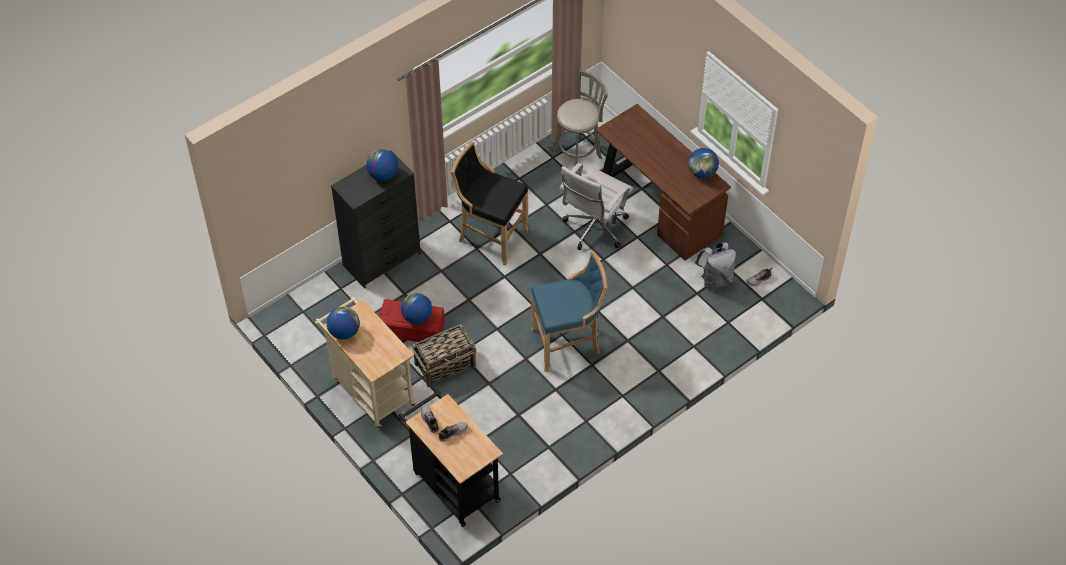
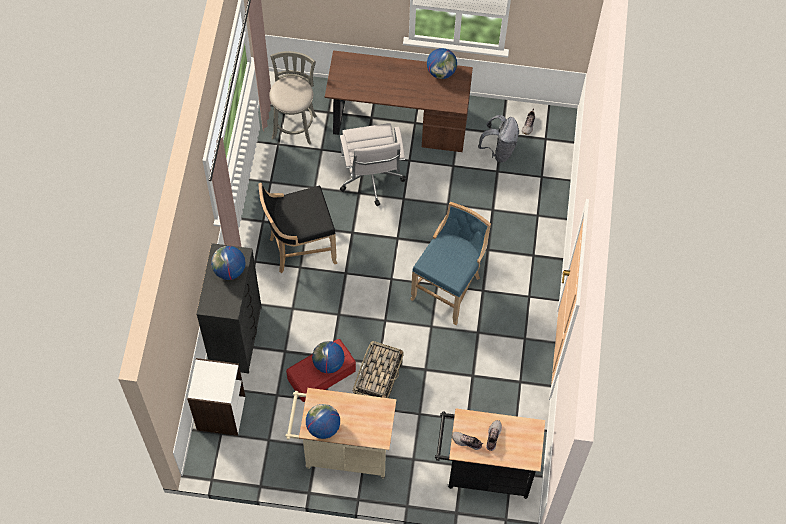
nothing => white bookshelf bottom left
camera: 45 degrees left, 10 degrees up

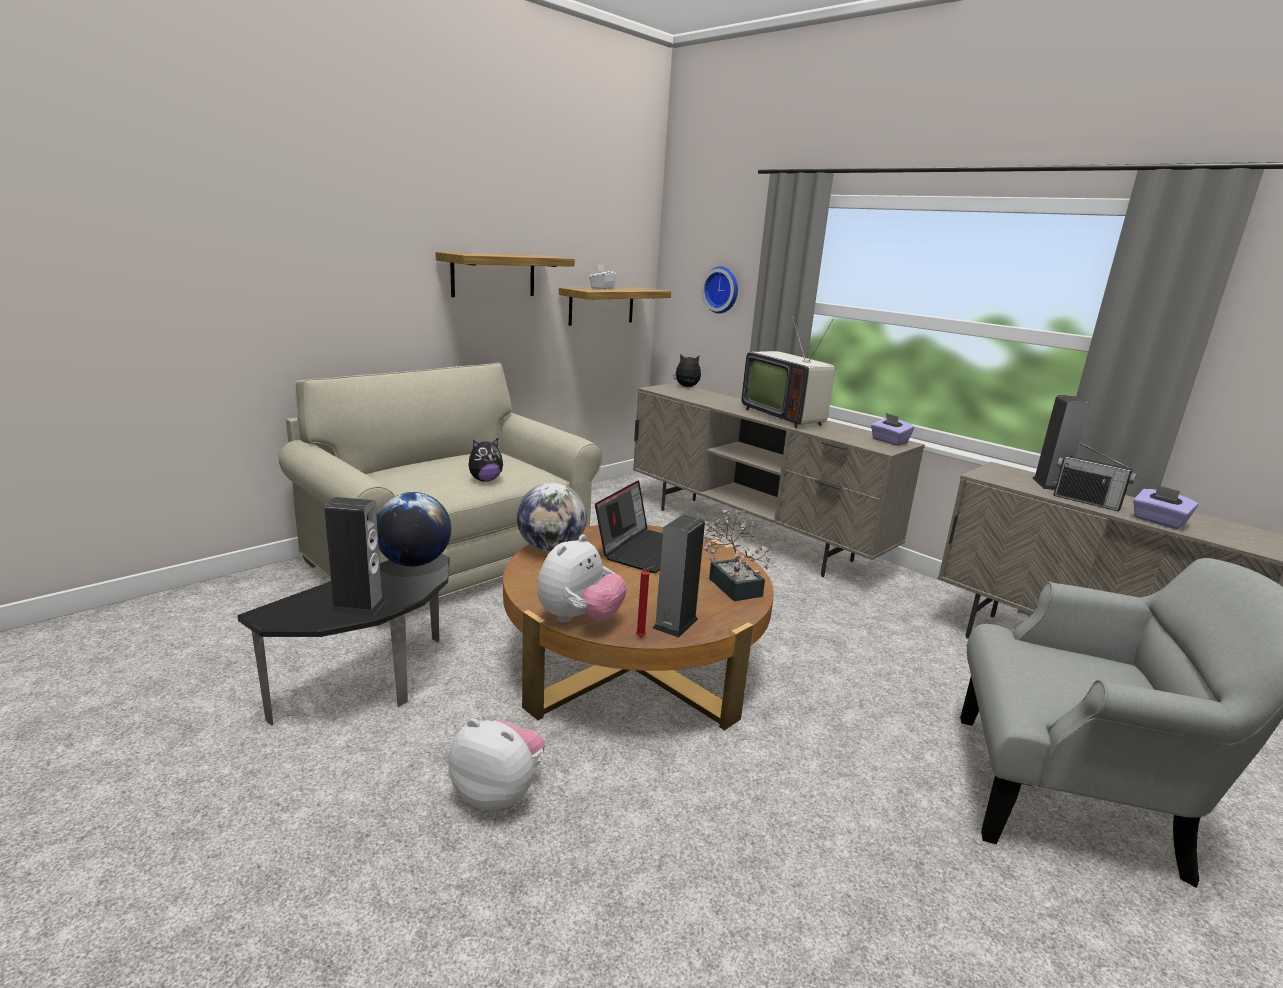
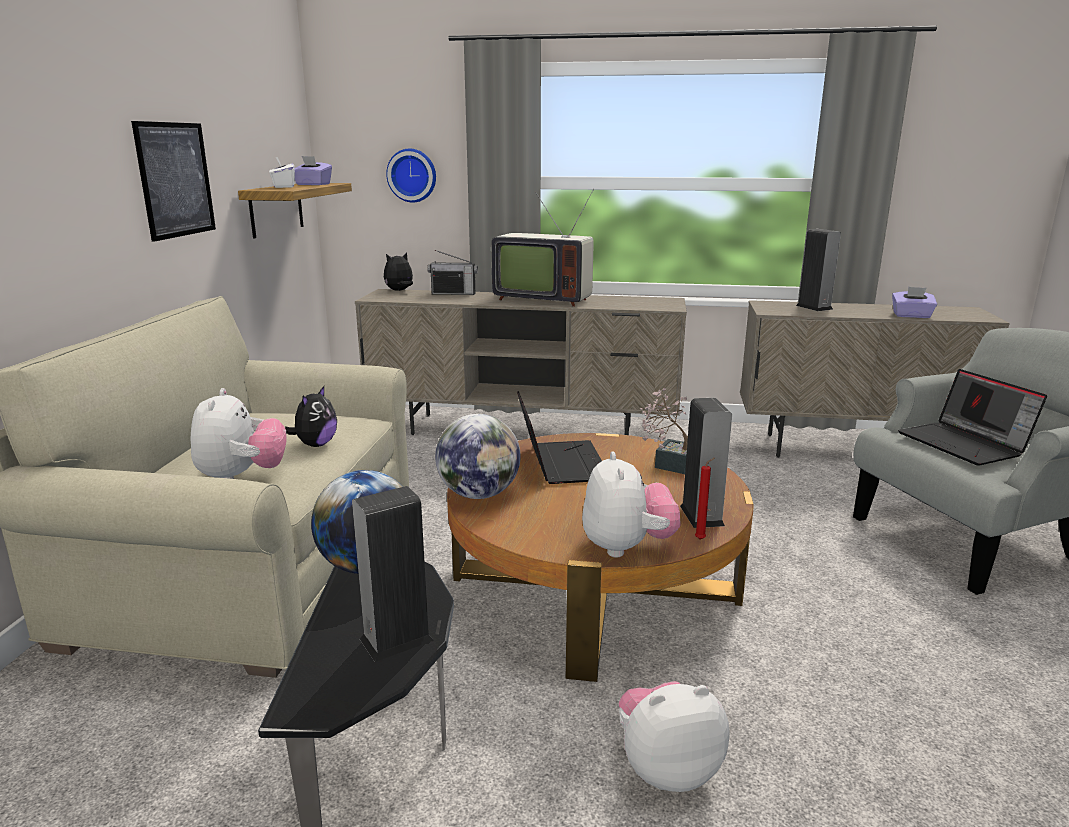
wall shelf (1st from left) top centre => picture top left
purple-coloured tissue box (1st from left) middle right => purple-coloured tissue box (1st from left) top left, move
radio set middle right => radio set top centre, move
nothing => soft toy (1st from left) middle left
nothing => laptop (2nd from left) middle right
camera: 35 degrees left, 0 degrees up

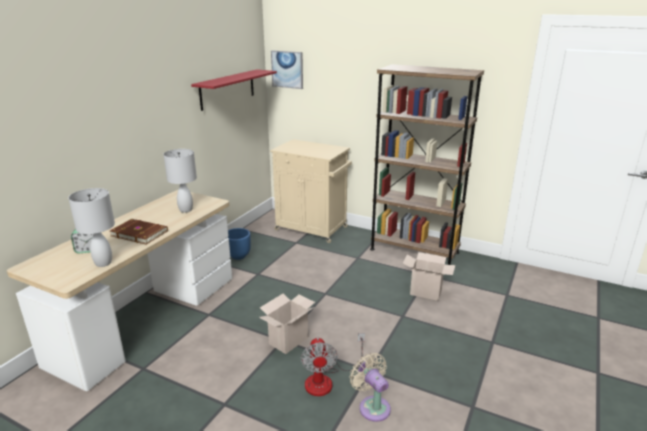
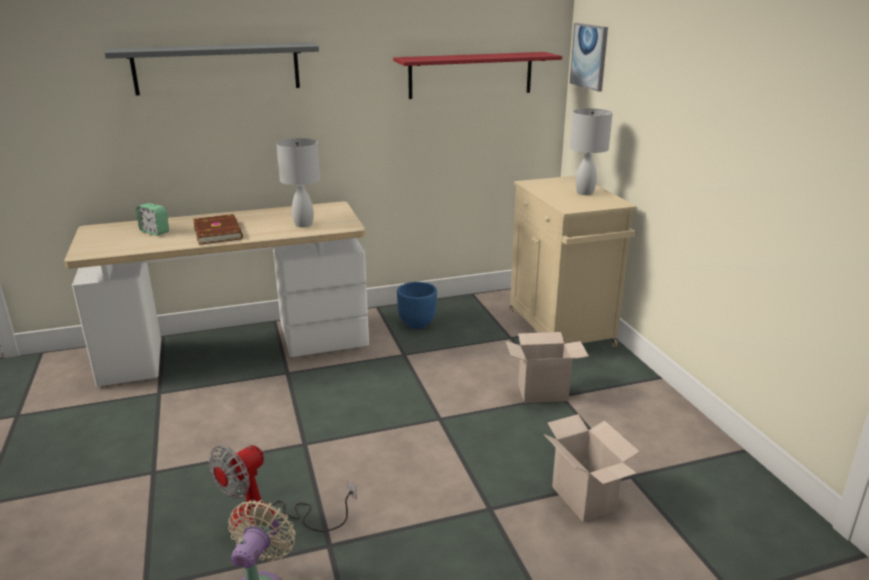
white tabletop lamp (1st from left in the first image) middle left => white tabletop lamp (2nd from left) top right, move
cardboard box (1st from left) bottom centre => cardboard box (1st from left) centre, move
brownish bookshelf centre => nothing
nothing => gray wall shelf top left
camera: 45 degrees right, 0 degrees up

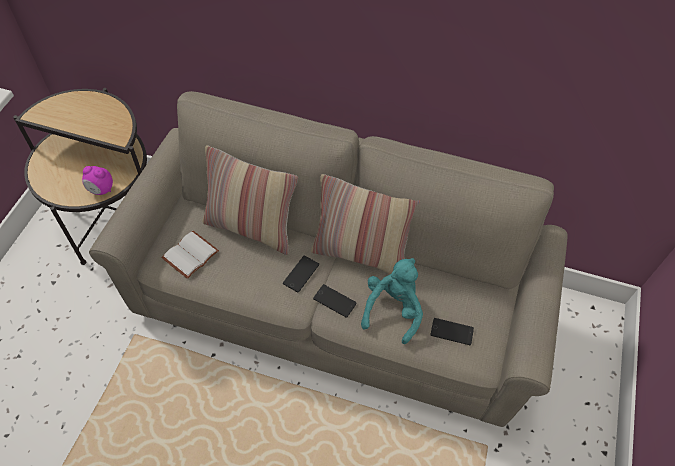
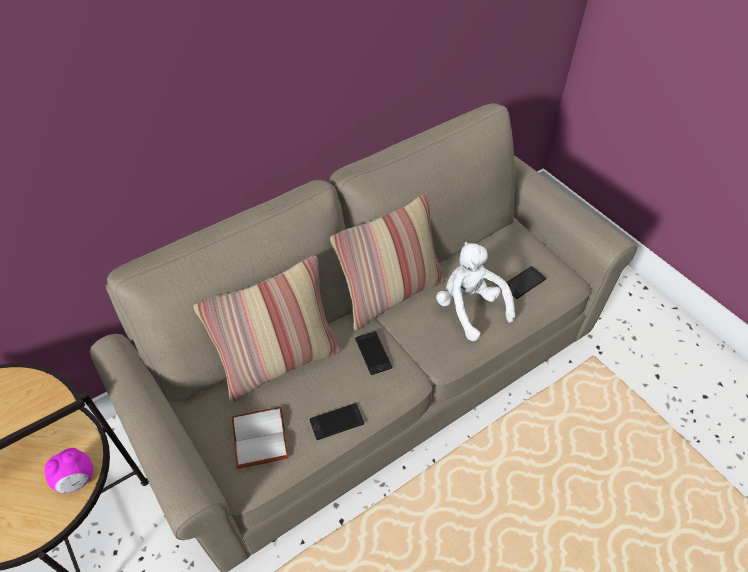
telephone (2nd from left in the first image) centre => telephone (1st from left) bottom centre, move
turquoise soft toy centre => white soft toy centre
camera: 50 degrees left, 5 degrees down

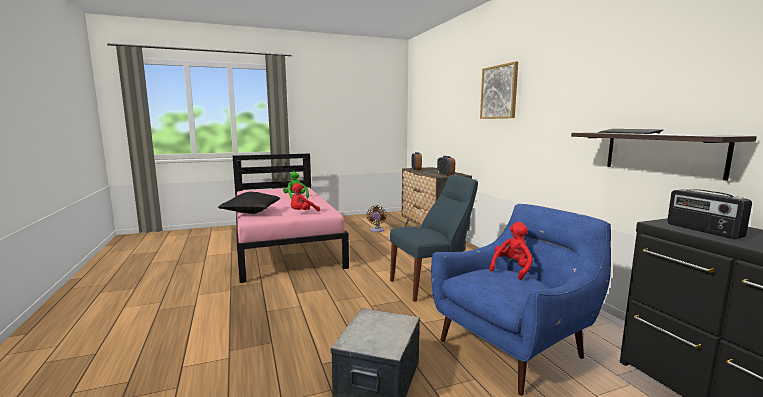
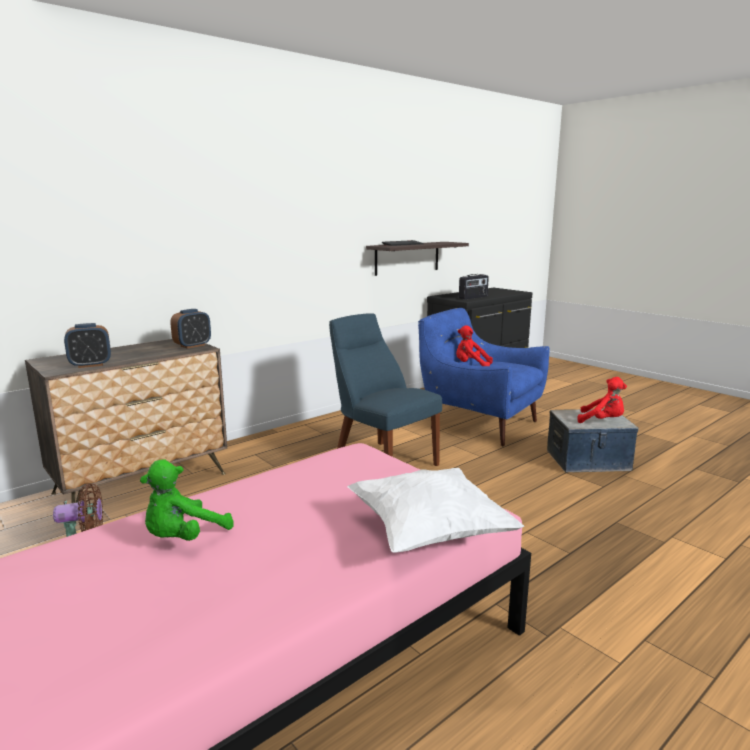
blackish cushion middle left => white cushion bottom centre
red-coloured soft toy (1st from left in the first image) centre => red-coloured soft toy (2nd from left) middle right, move
picture top centre => nothing
camera: 110 degrees left, 5 degrees up

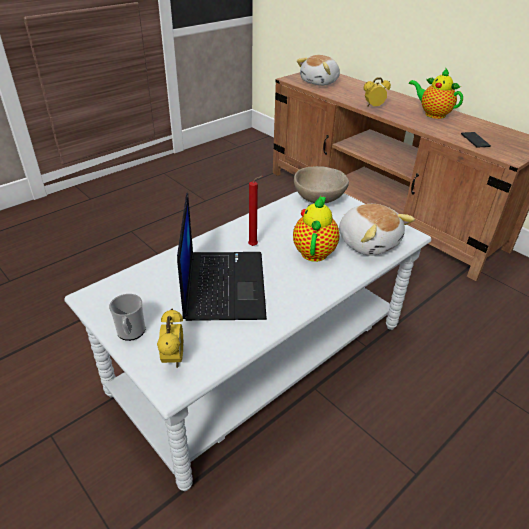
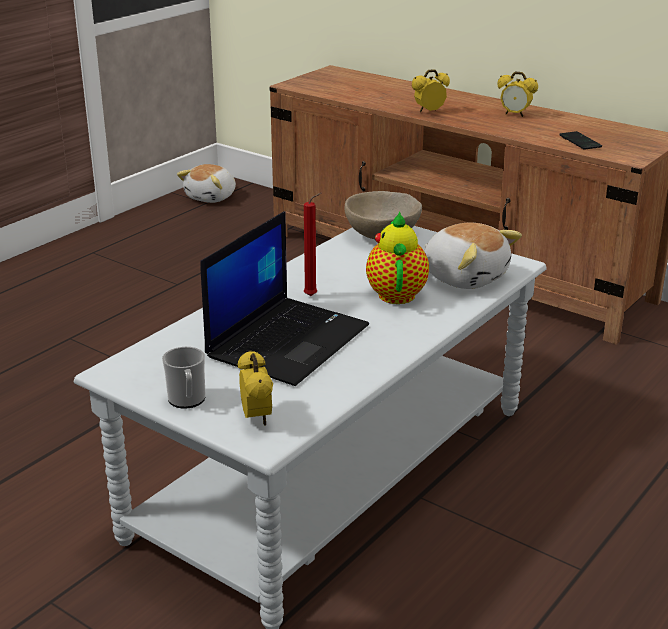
laptop centre, 45 degrees clockwise
soft toy (1st from left) top centre => soft toy (1st from left) top left, move
tea pot (2nd from left) top right => alarm clock (3rd from left) top right
camera: 10 degrees left, 10 degrees down

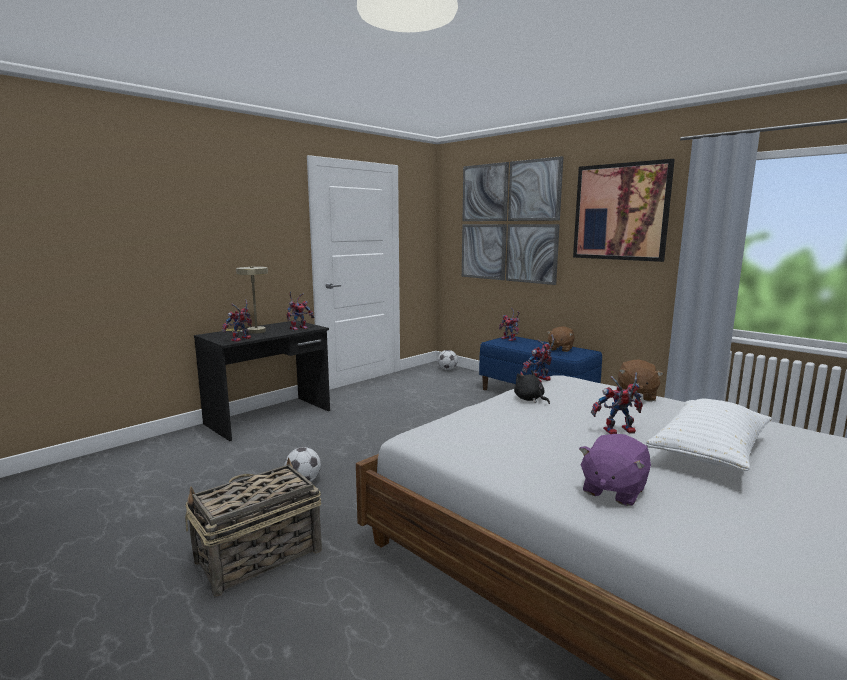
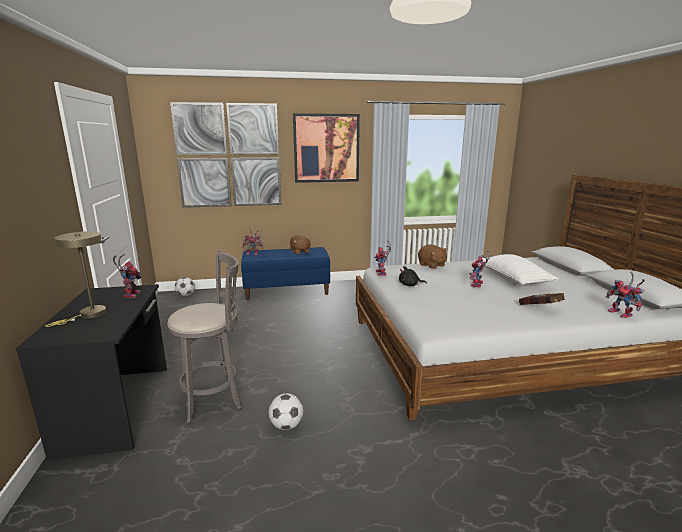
storage basket bottom left => nothing
robot figure (1st from left in the first image) middle left => robot figure (5th from left) middle right, move
purple-coloured soft toy bottom right => red-coloured volume middle right
nothing => gray sitting stool middle left
camera: 55 degrees left, 5 degrees up

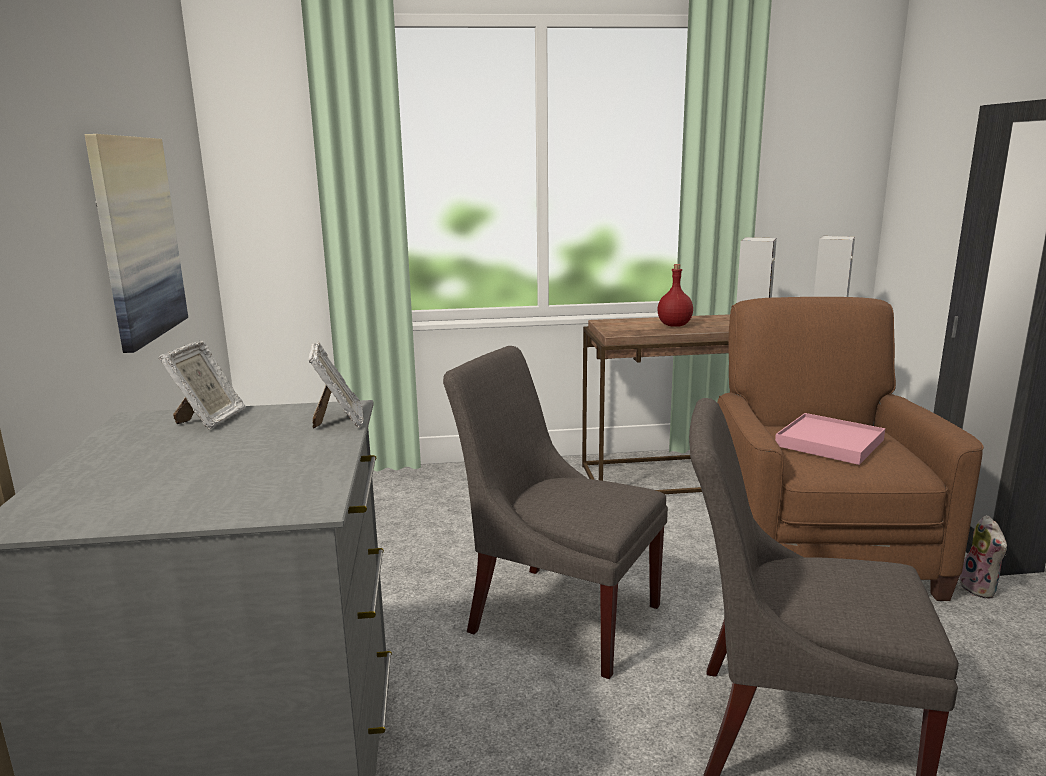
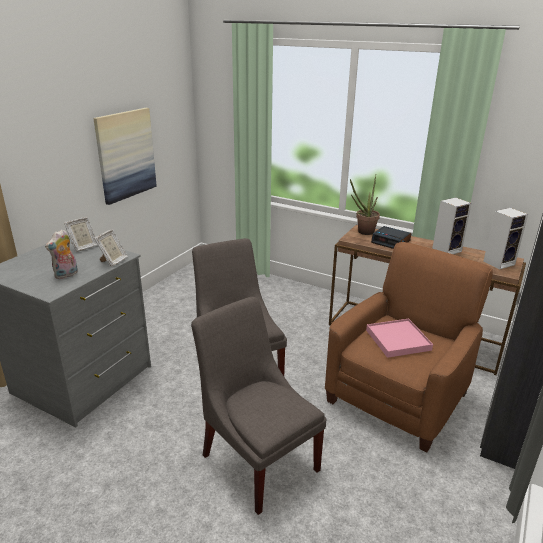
red-coloured drink bottle centre => alarm clock middle right
soft toy bottom right => soft toy middle left, move
nothing => potted plant middle right
camera: 35 degrees right, 10 degrees up

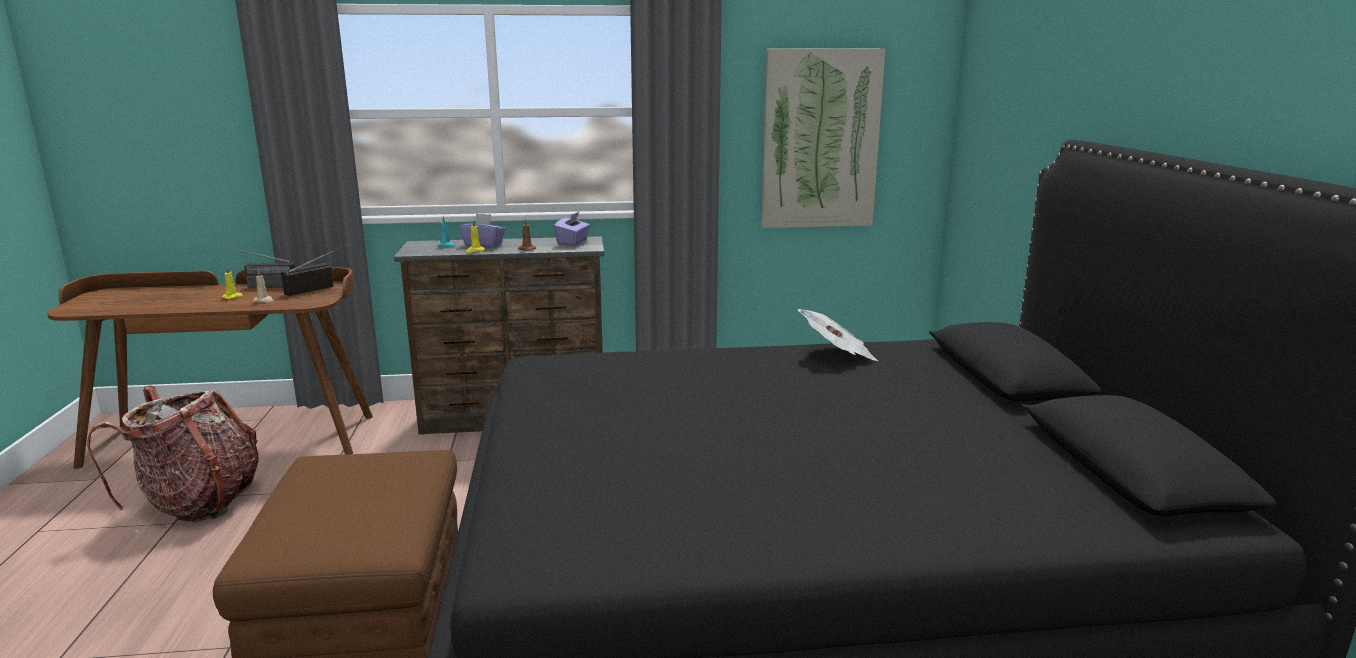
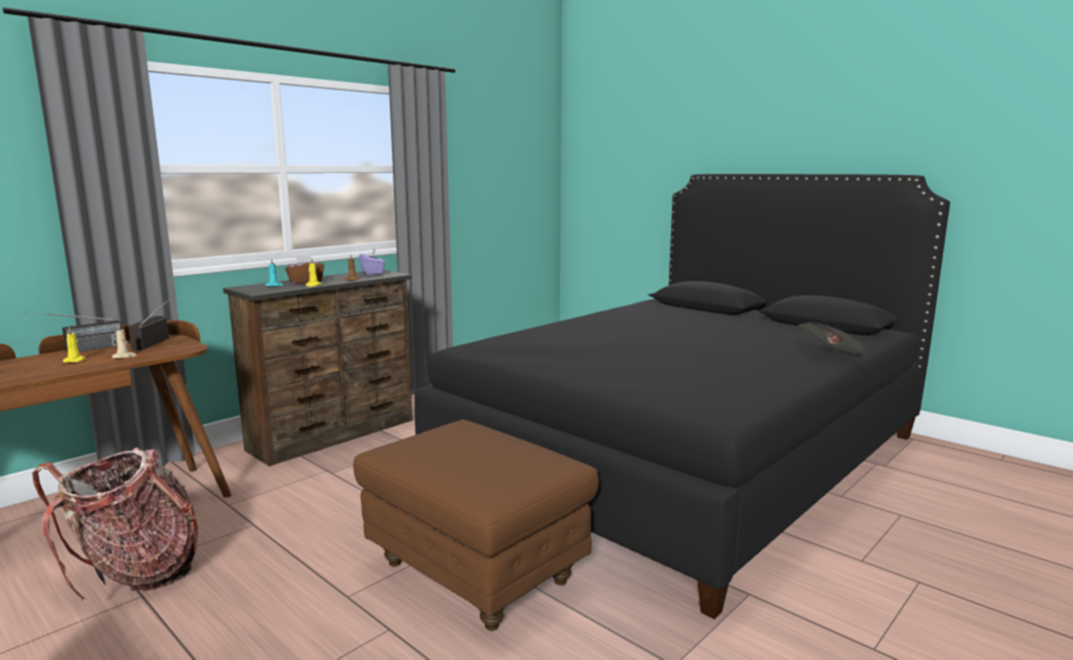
purple-coloured tissue box (1st from left) centre => brownish tissue box middle left
picture top centre => nothing
newspaper centre => newspaper middle right, move
camera: 40 degrees left, 5 degrees down

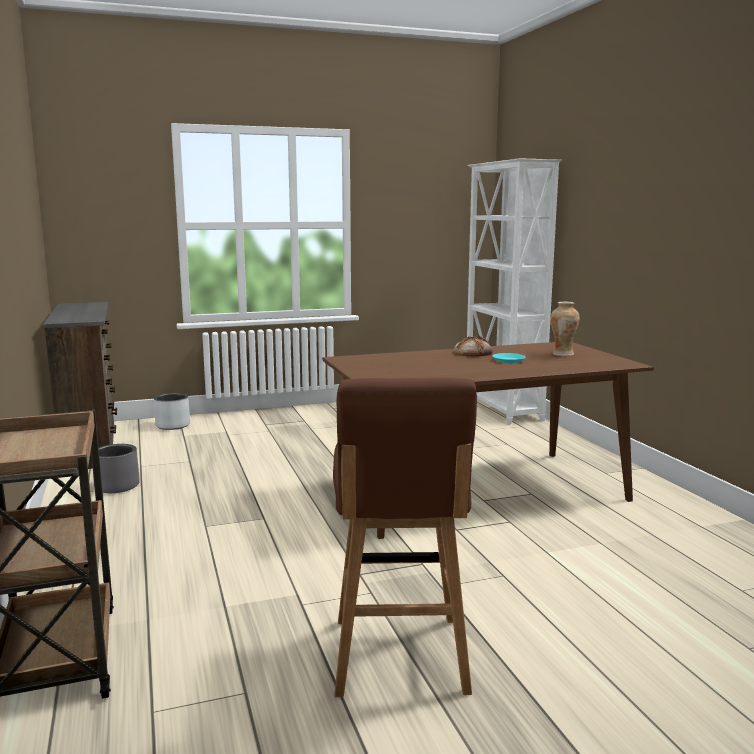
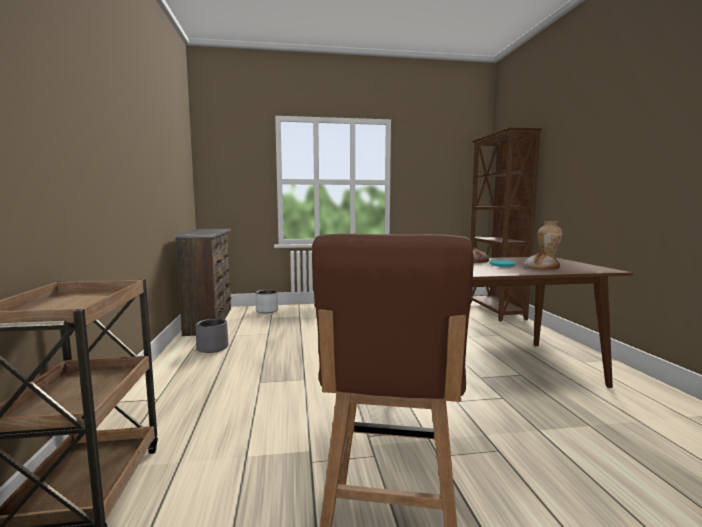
white bookshelf middle right => brownish bookshelf middle right
nothing => bakery bread (2nd from left) middle right
camera: 10 degrees right, 5 degrees down

